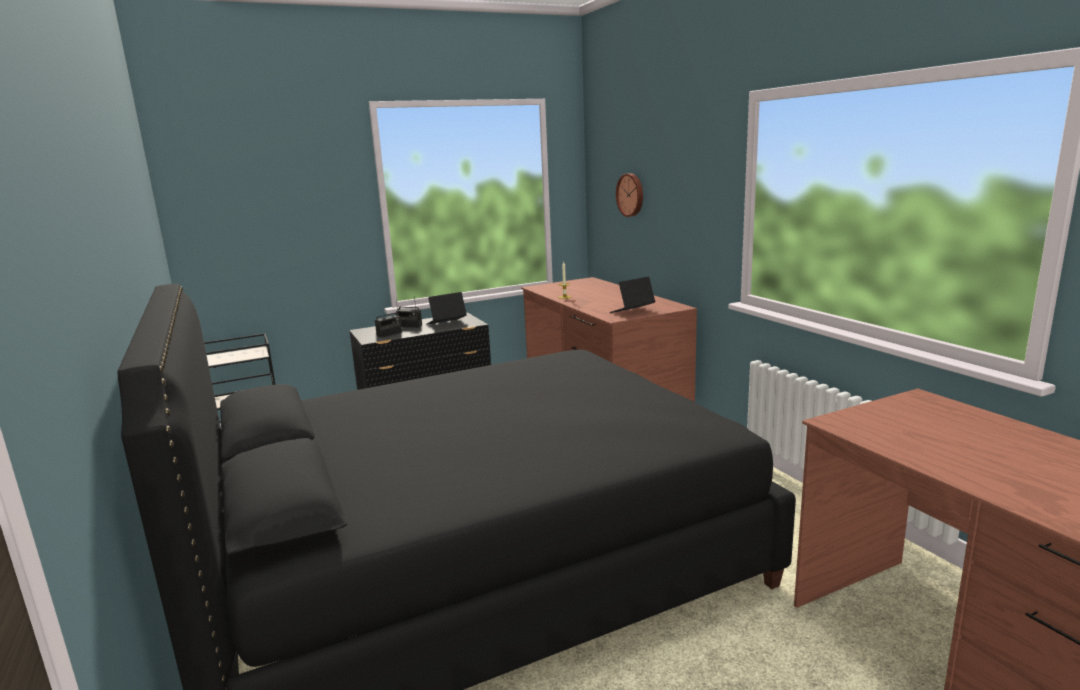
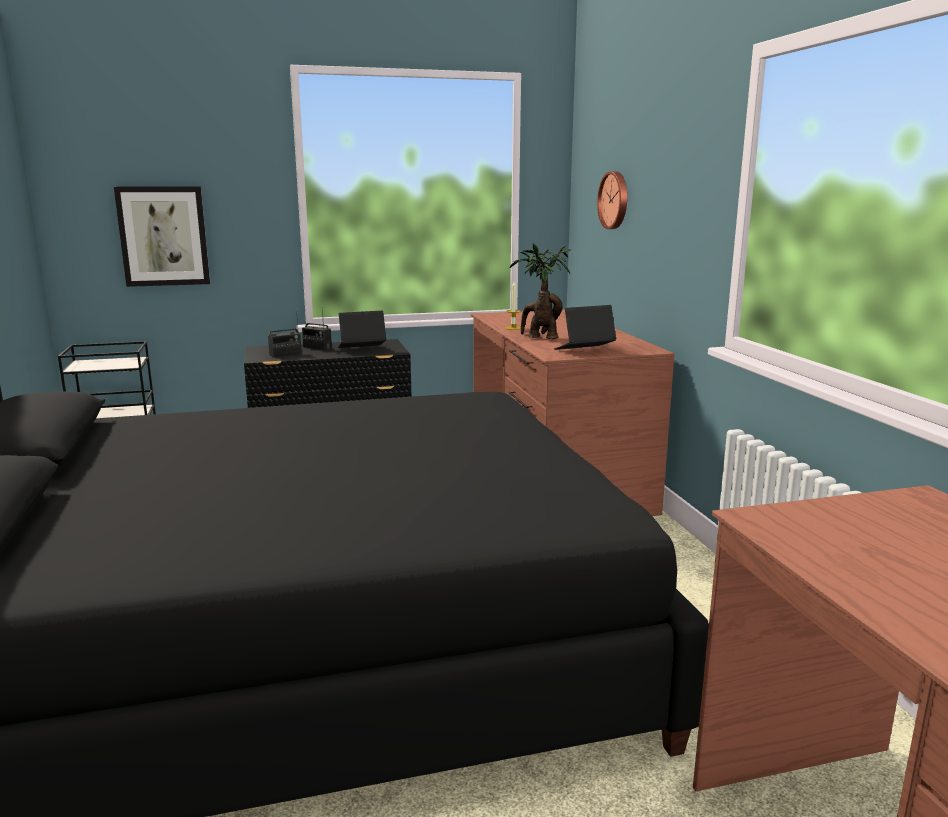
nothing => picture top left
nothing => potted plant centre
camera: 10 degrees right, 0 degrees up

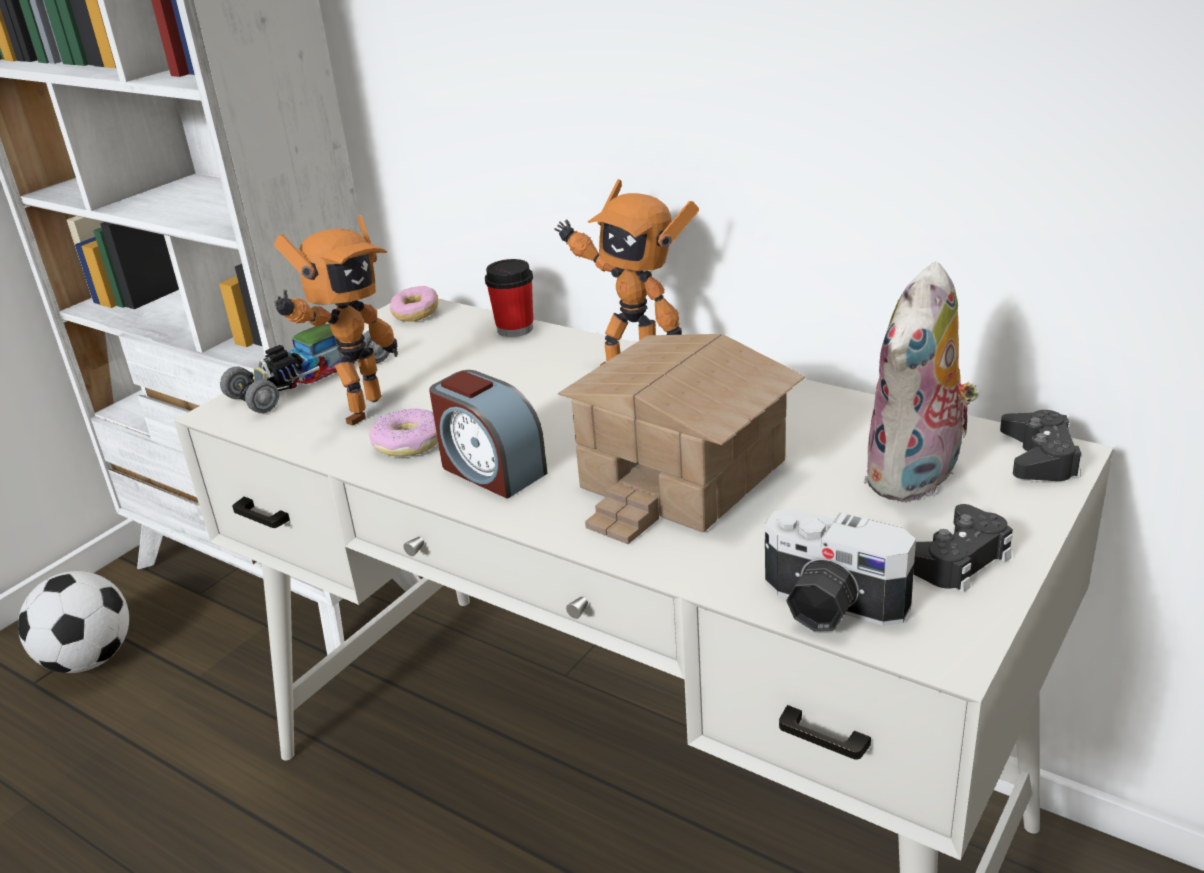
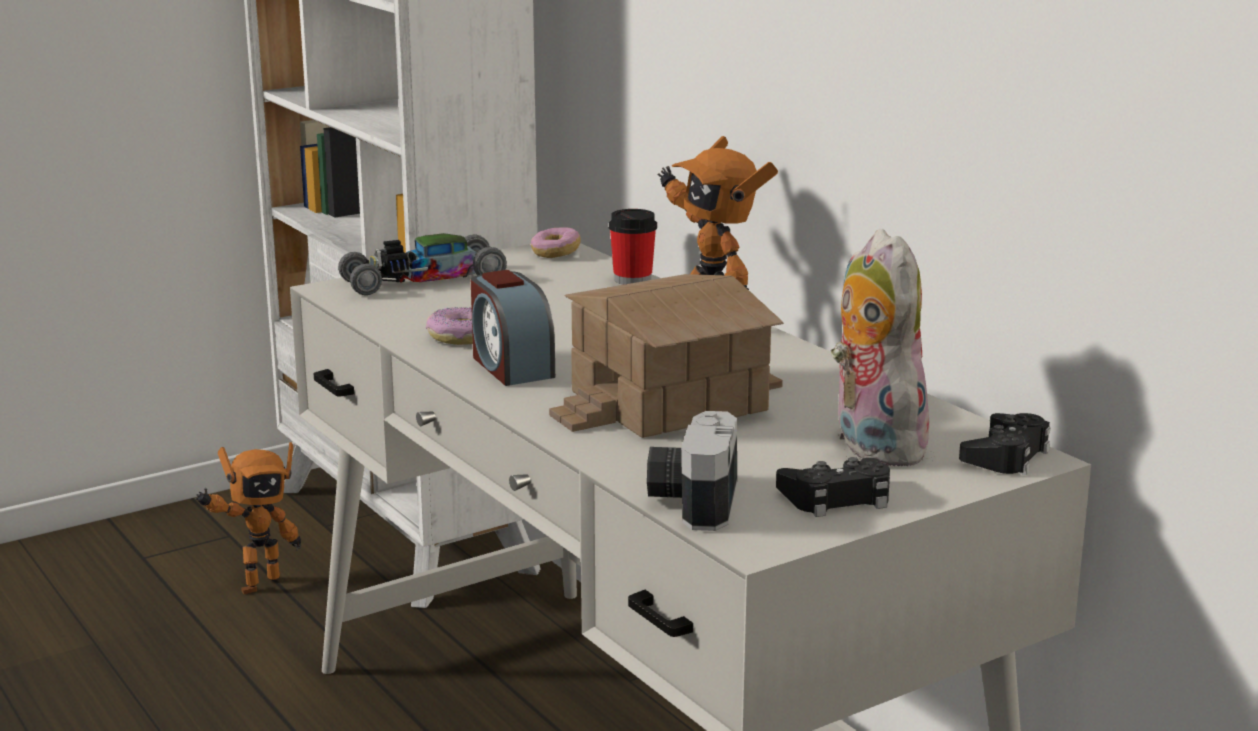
football ball bottom left => nothing
robot figure (1st from left) middle left => robot figure (1st from left) bottom left, move
still camera middle right => still camera centre, 45 degrees clockwise
soft toy middle right, 105 degrees clockwise
camera: 20 degrees right, 10 degrees down

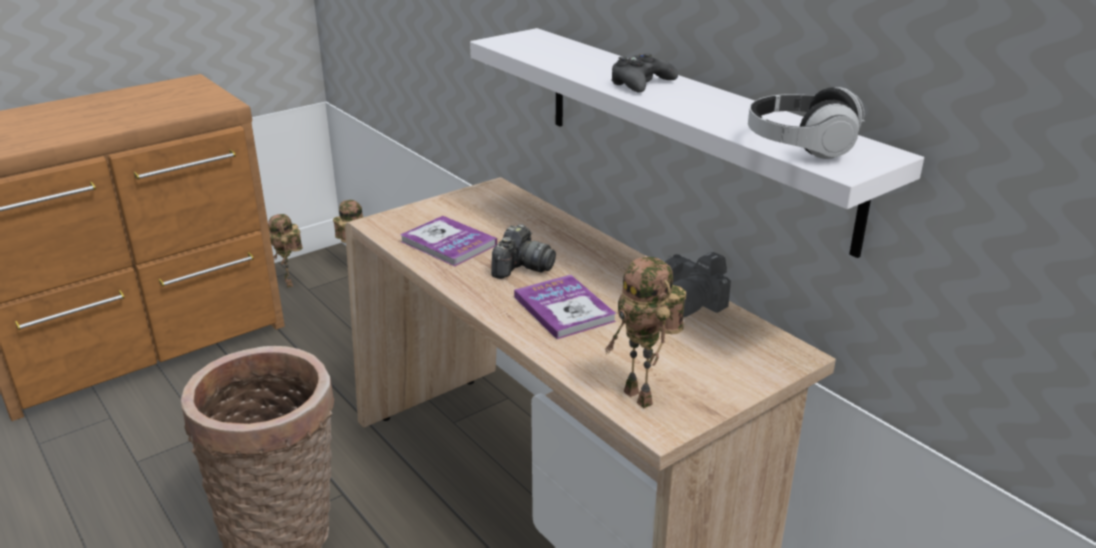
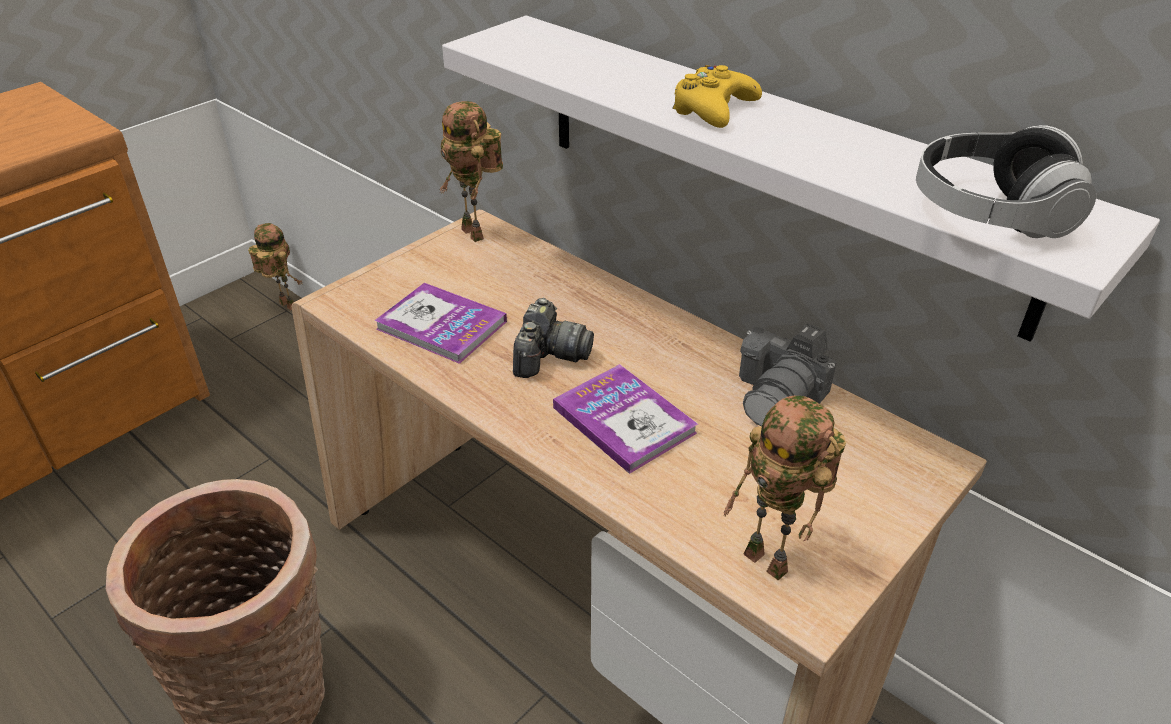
robot figure (1st from left in the first image) middle left => robot figure (2nd from left) top centre, move
blackish game controller top centre => yellow game controller top centre
camera: 10 degrees left, 10 degrees up

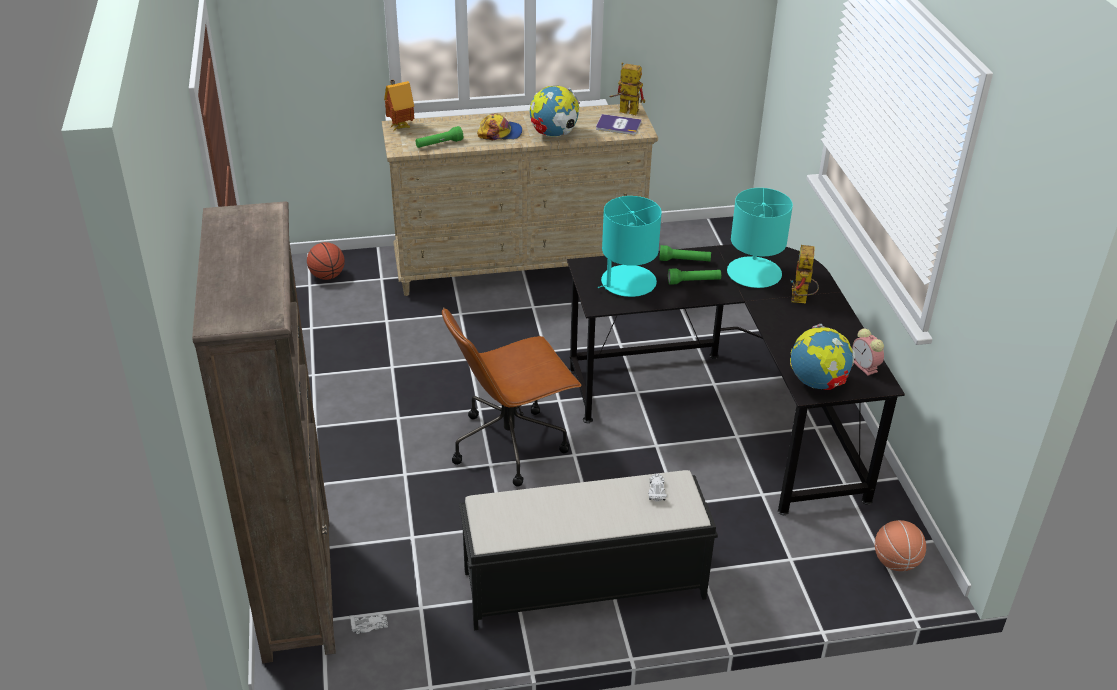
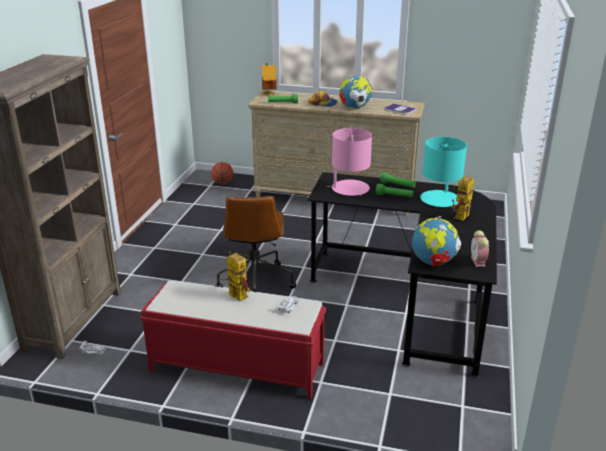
brownish desk chair centre, 90 degrees counterclockwise
blackish long seat bottom centre => red-coloured long seat bottom centre
turquoise tabletop lamp (1st from left) centre => pink tabletop lamp centre
robot figure (1st from left) top centre => robot figure (1st from left) centre, move
basketball (2nd from left) bottom right => nothing
camera: 25 degrees right, 10 degrees down

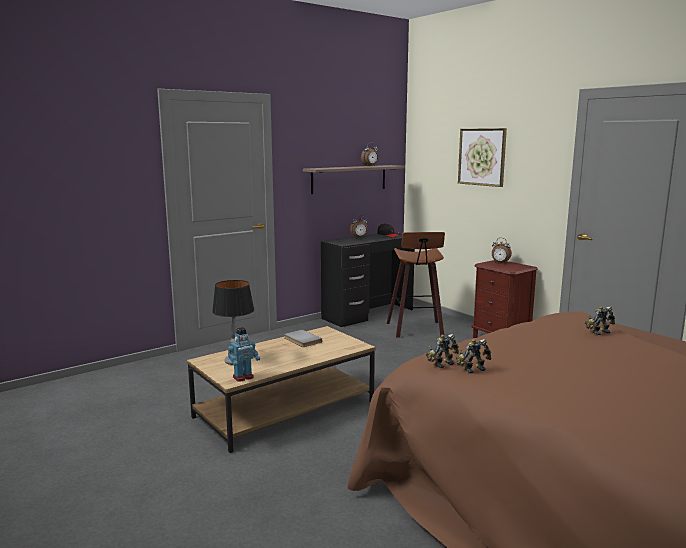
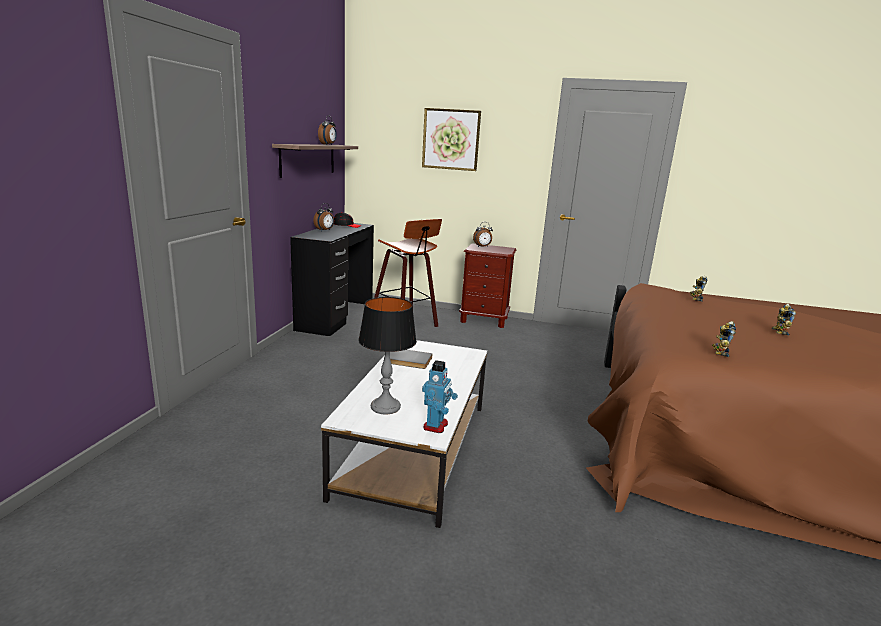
brownish low table bottom centre => white low table bottom centre
robot figure (2nd from left in the first image) centre => robot figure (4th from left) middle right, move
camera: 40 degrees left, 5 degrees up

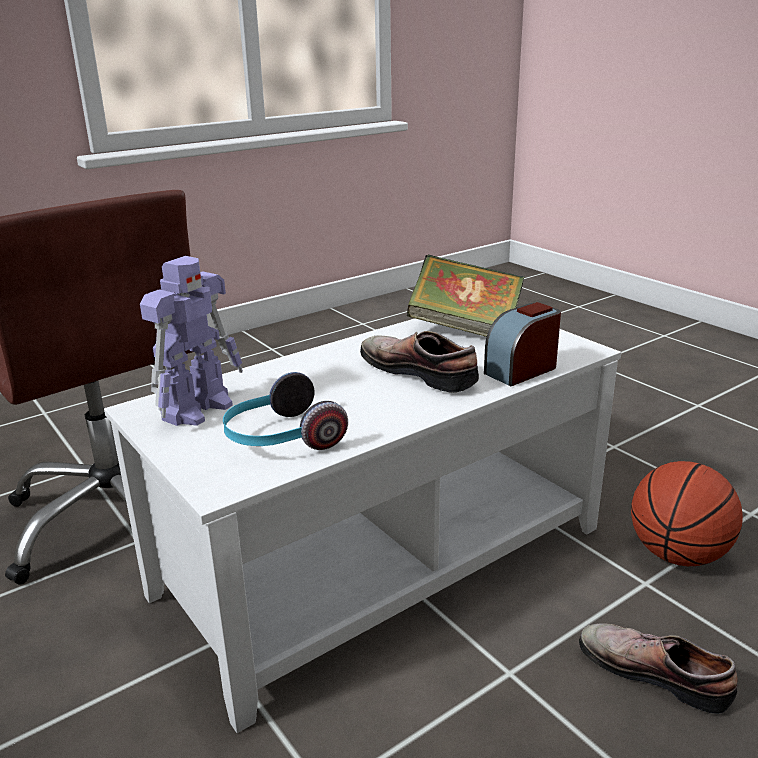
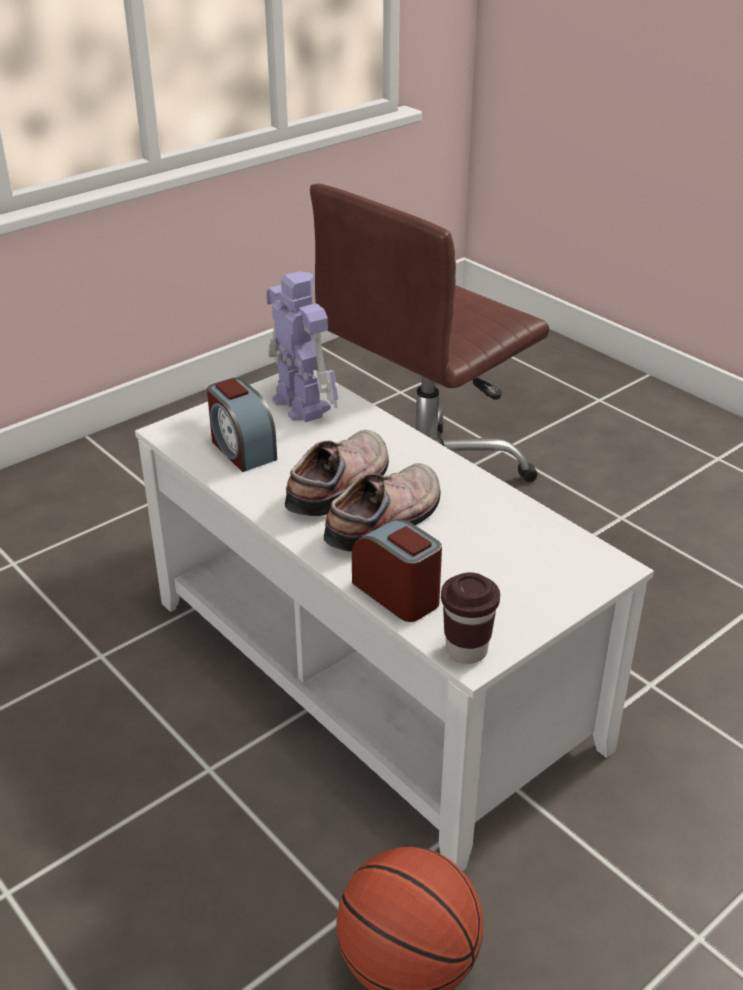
robot figure middle left => robot figure centre, 150 degrees counterclockwise
headset centre => alarm clock (1st from left) middle left
volume centre => nothing
shoe (2nd from left in the first image) bottom right => shoe (1st from left) centre, move
nothing => brownish cup centre
camera: 85 degrees right, 10 degrees up

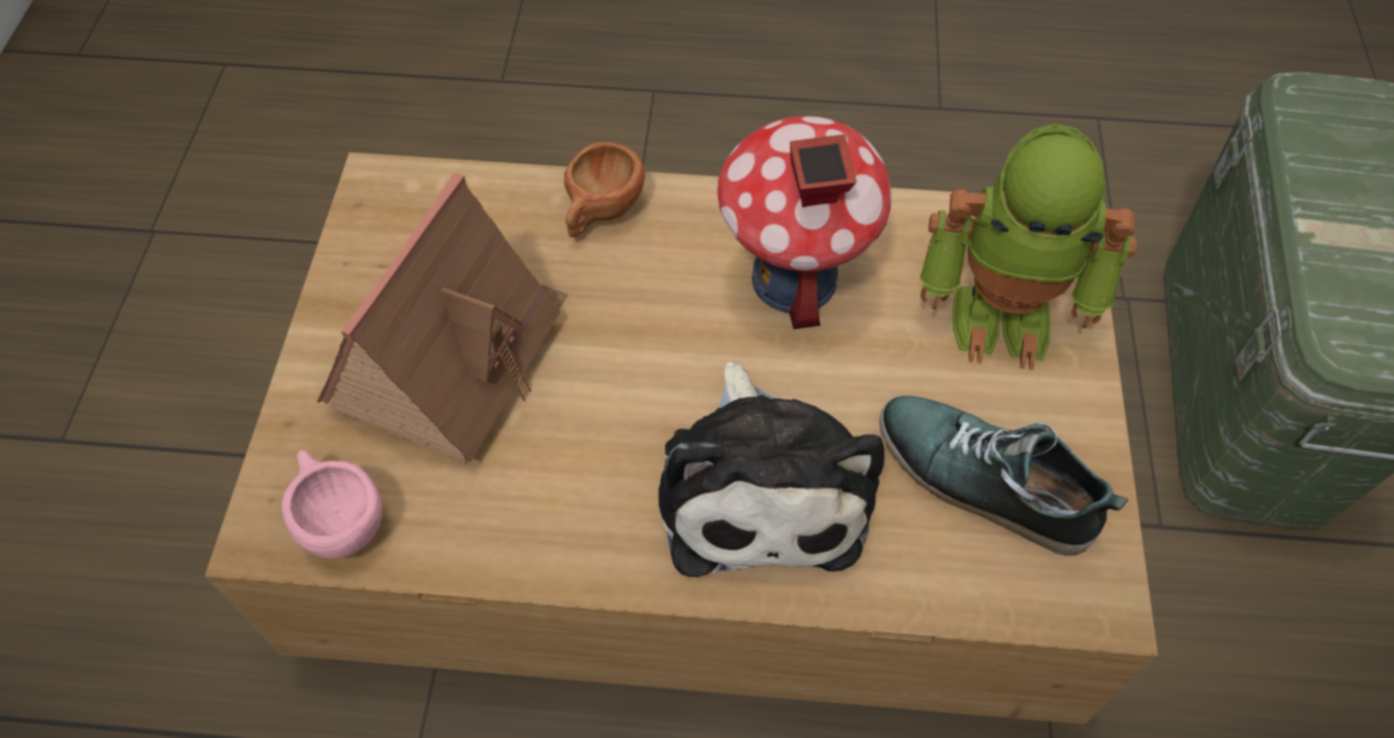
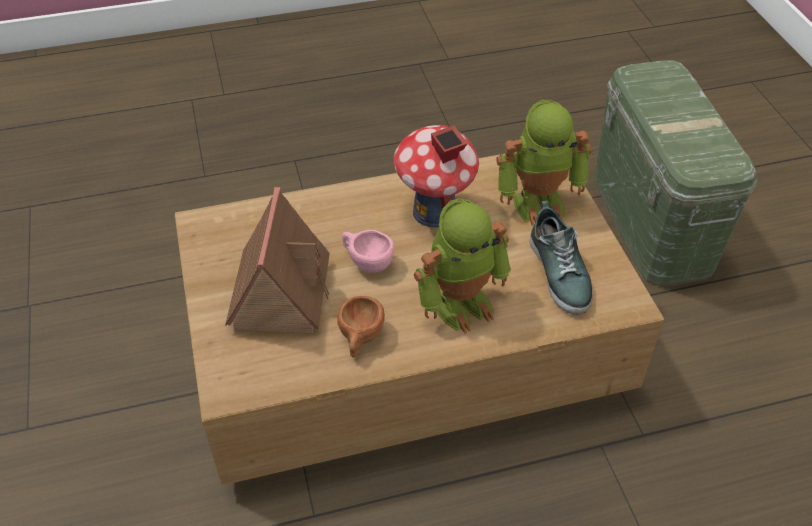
pink cup bottom left => pink cup centre, move
brownish cup top centre => brownish cup centre, move
soft toy centre => robot figure (1st from left) centre
shoe middle right, 120 degrees counterclockwise
camera: 20 degrees left, 10 degrees down

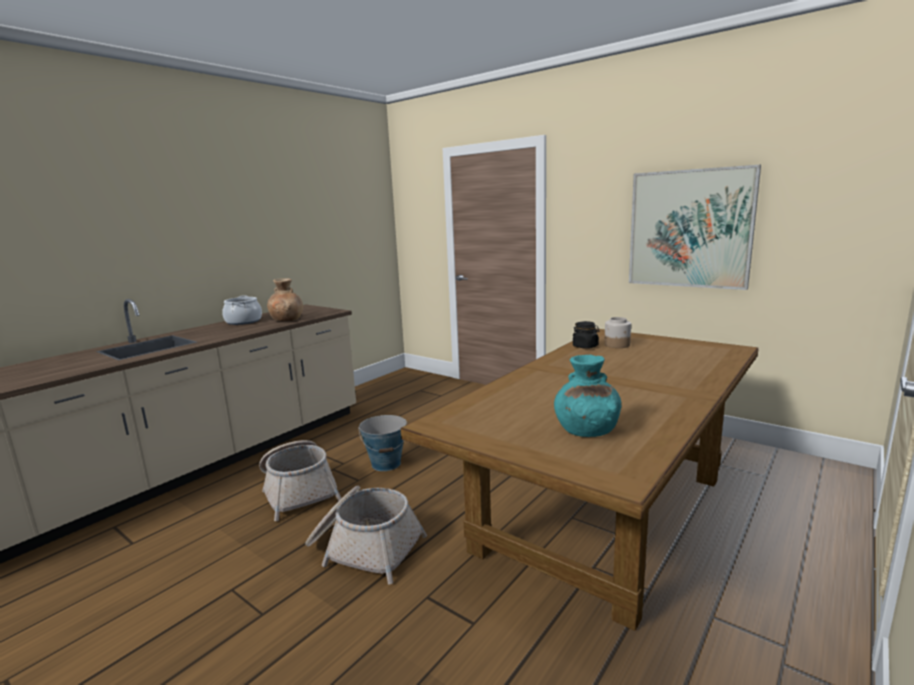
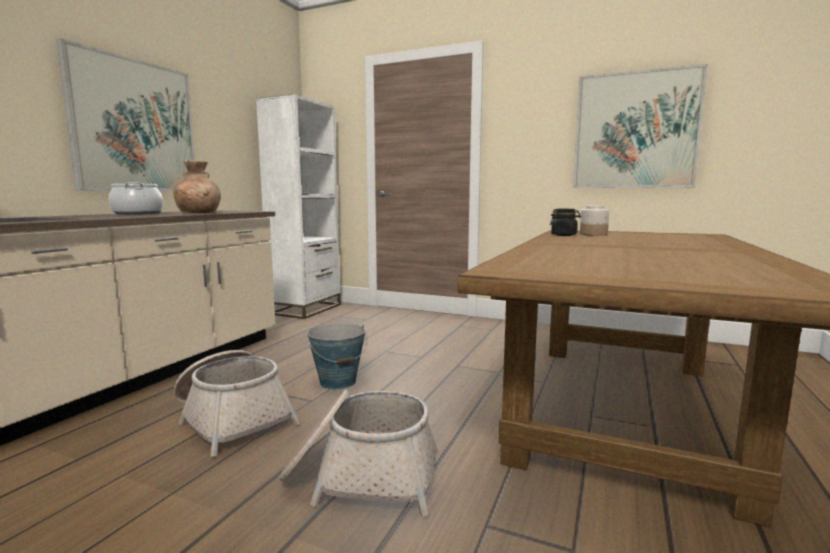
turquoise vase centre => nothing
nothing => picture (1st from left) top left
nothing => white bookshelf centre
camera: 15 degrees left, 5 degrees down

